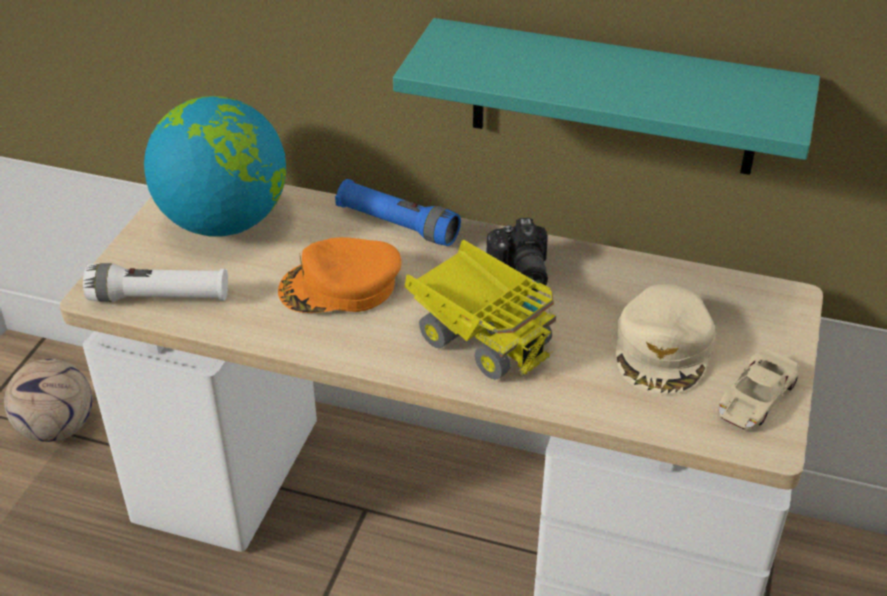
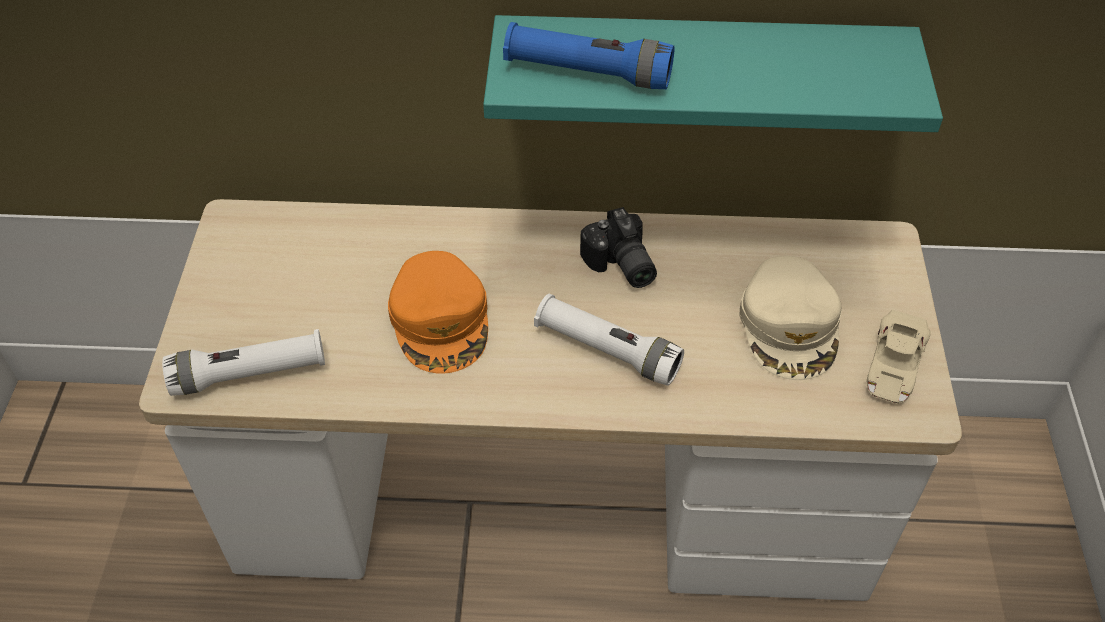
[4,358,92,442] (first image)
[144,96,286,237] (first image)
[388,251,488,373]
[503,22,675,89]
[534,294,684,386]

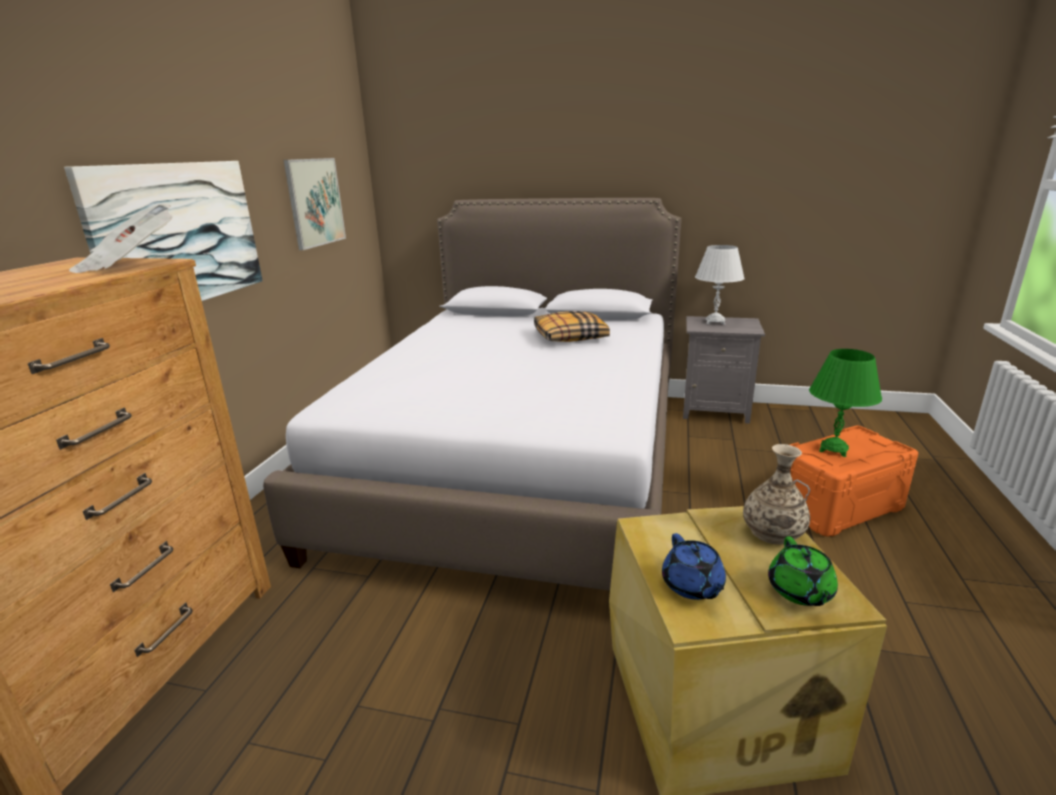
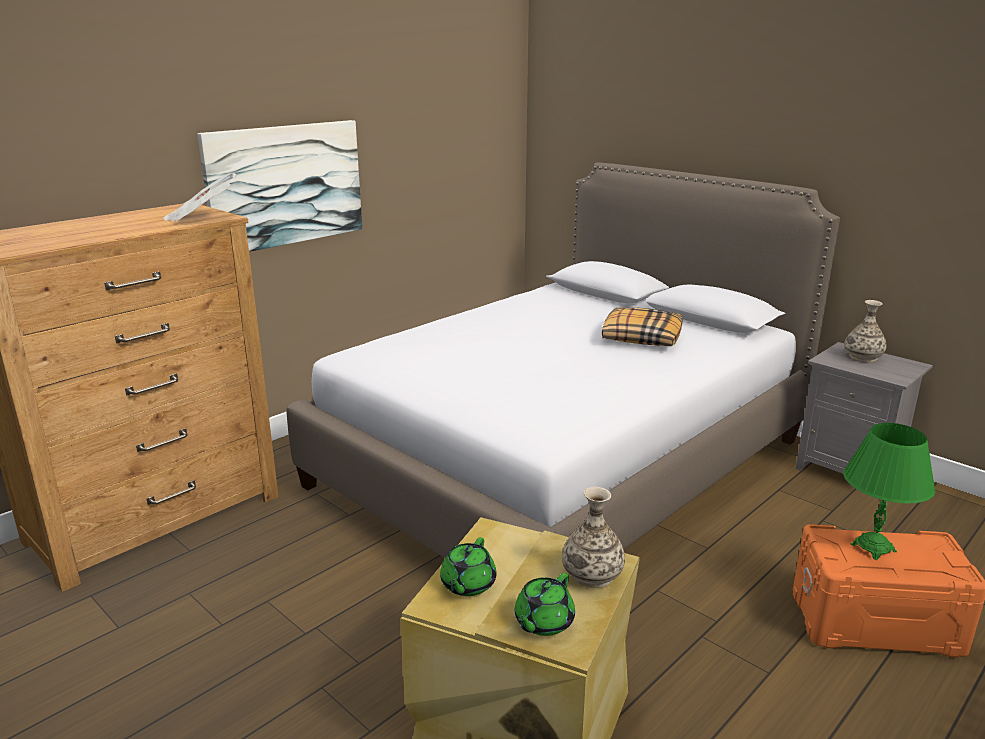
[283,158,346,250] (first image)
[440,537,496,596]
[844,300,886,362]

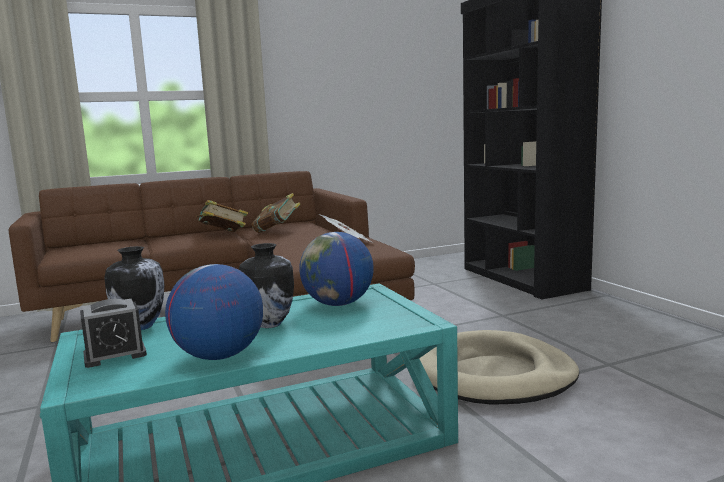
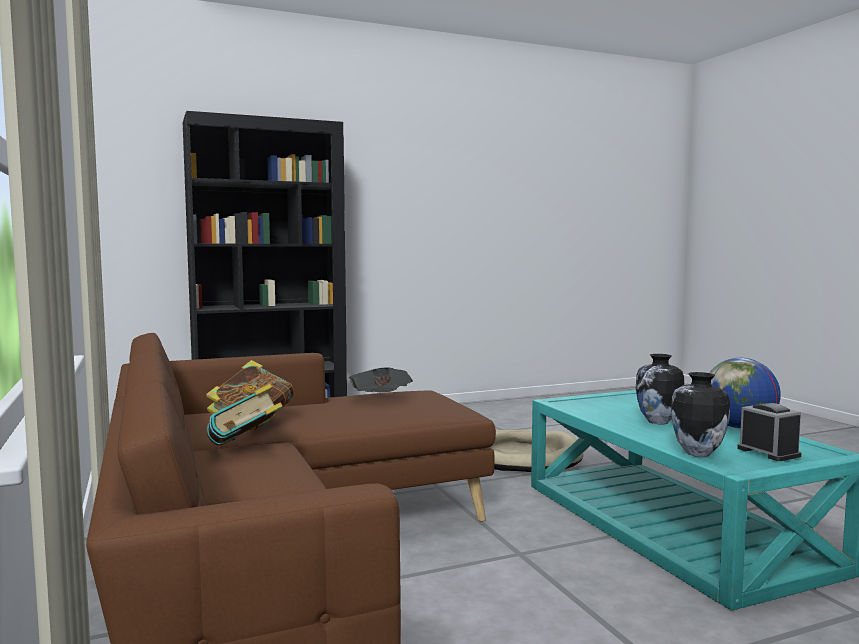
[299,232,374,306] (first image)

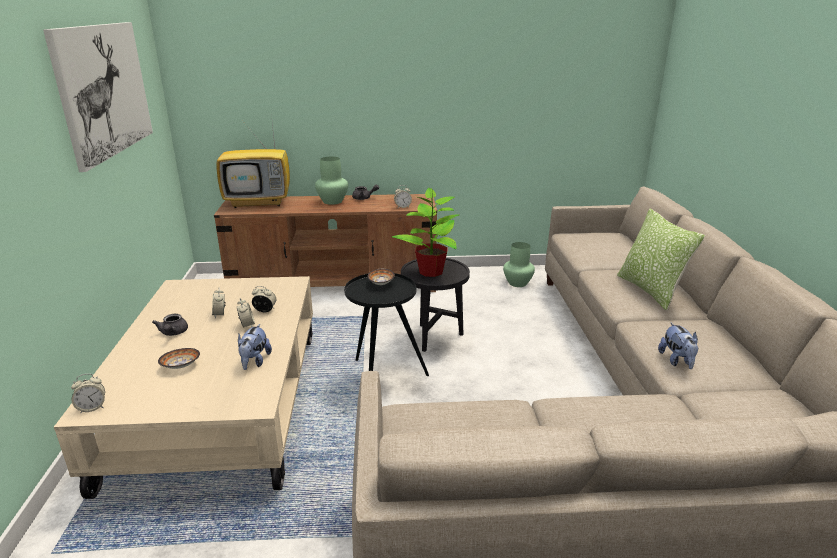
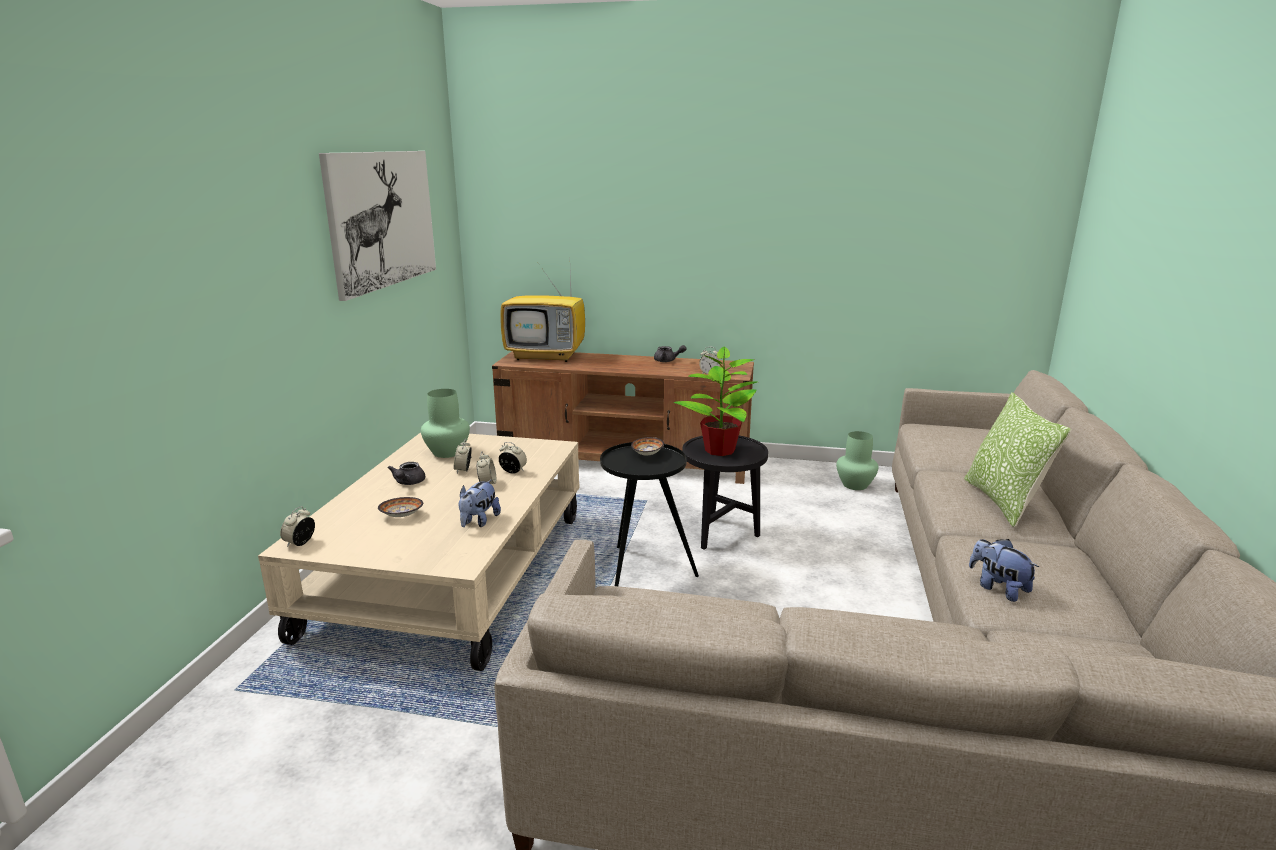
[280,506,315,547]
[421,389,470,458]
[969,539,1039,602]

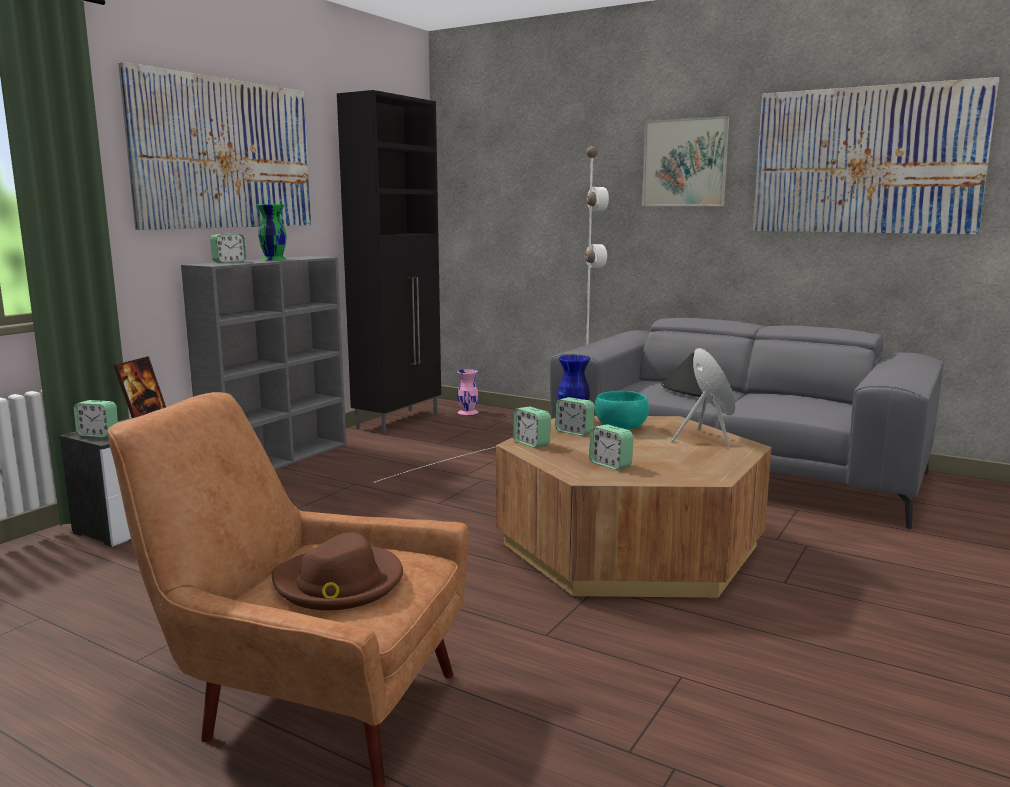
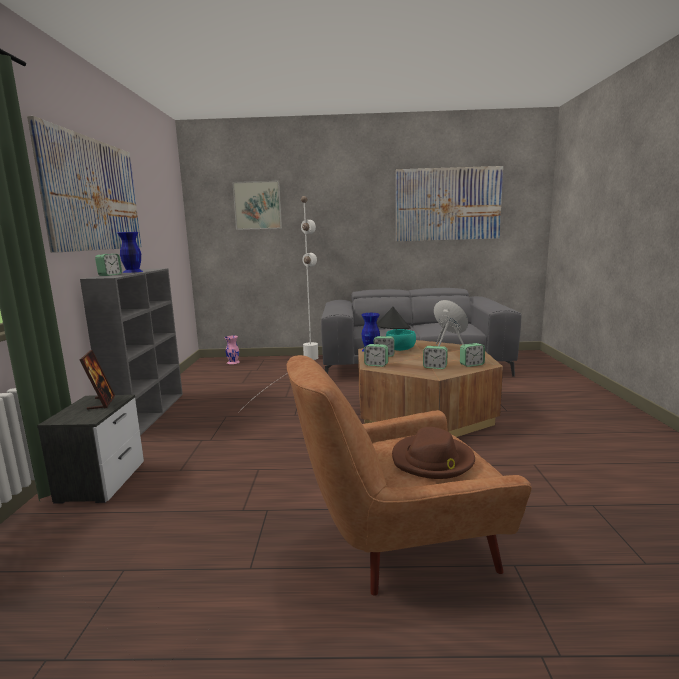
[460,343,485,367]
[117,232,143,273]
[337,90,441,434] (first image)
[232,181,282,230]

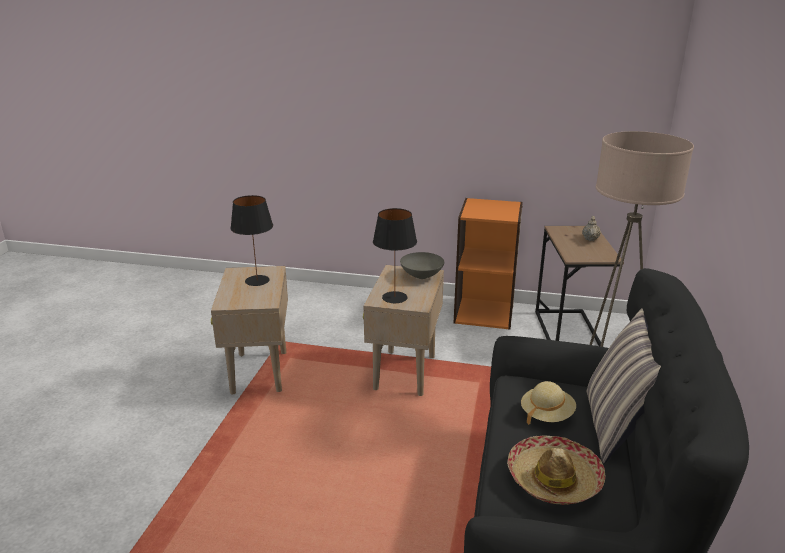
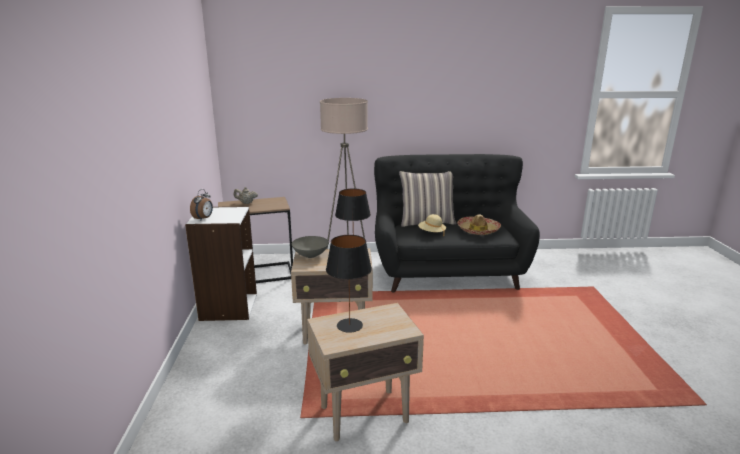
[185,206,257,321]
[190,189,213,221]

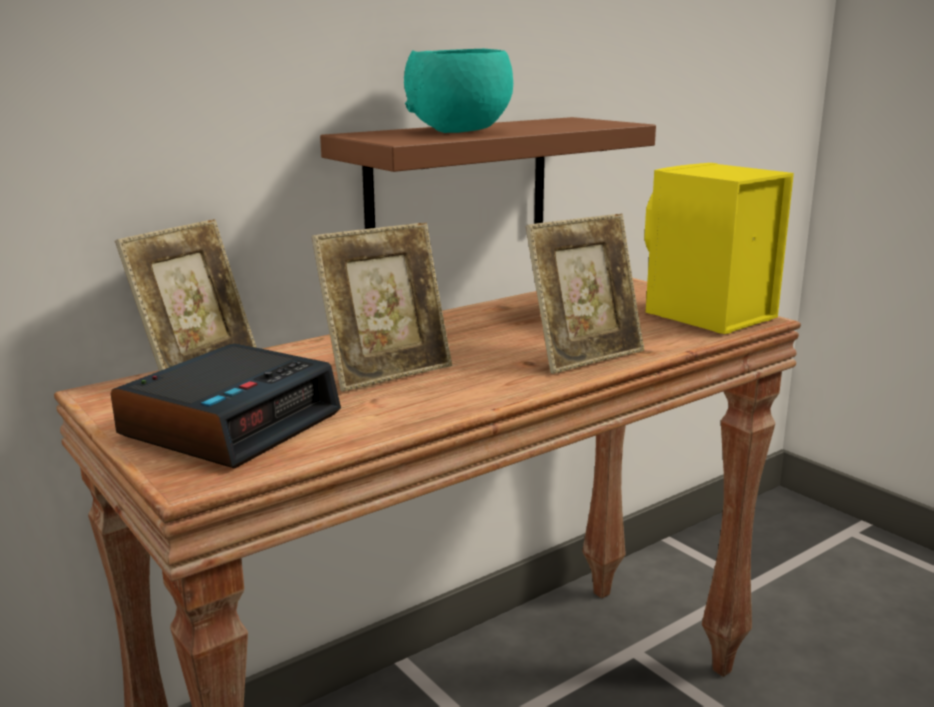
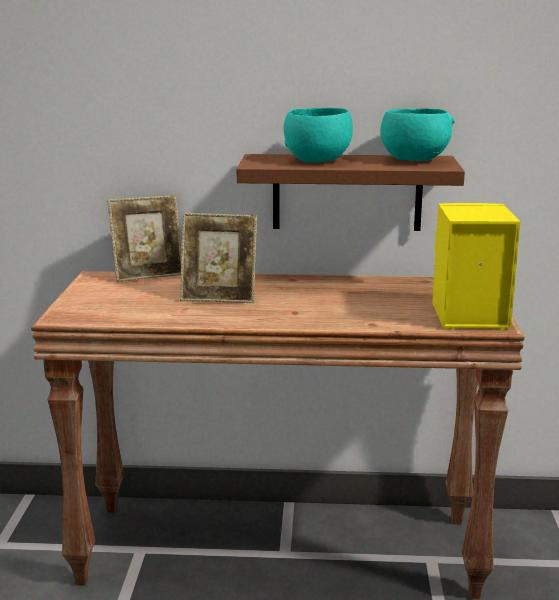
[110,343,341,469] (first image)
[526,213,644,374] (first image)
[380,108,455,161]

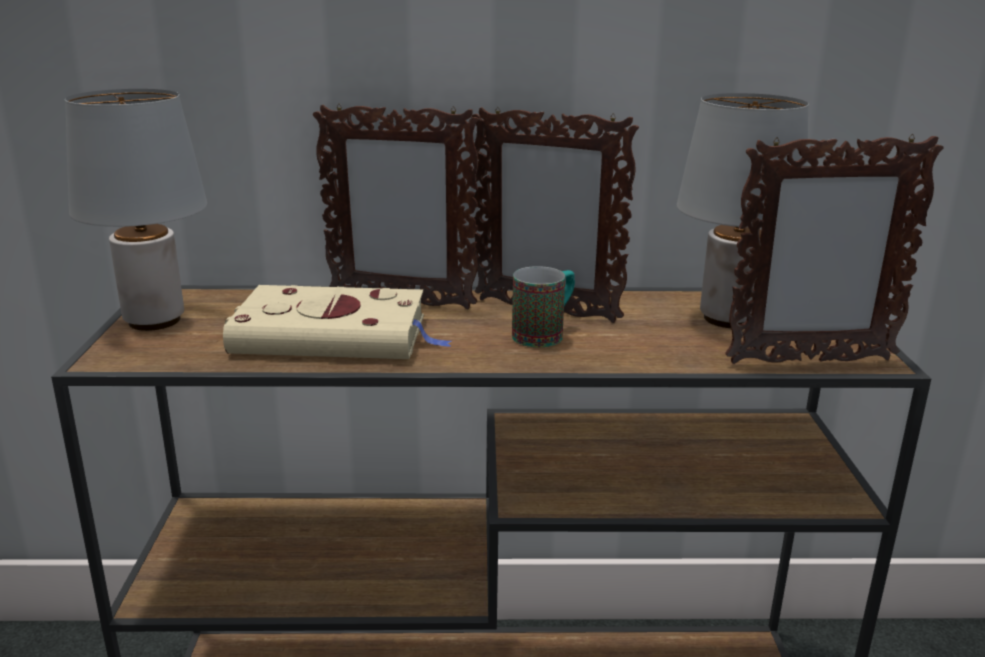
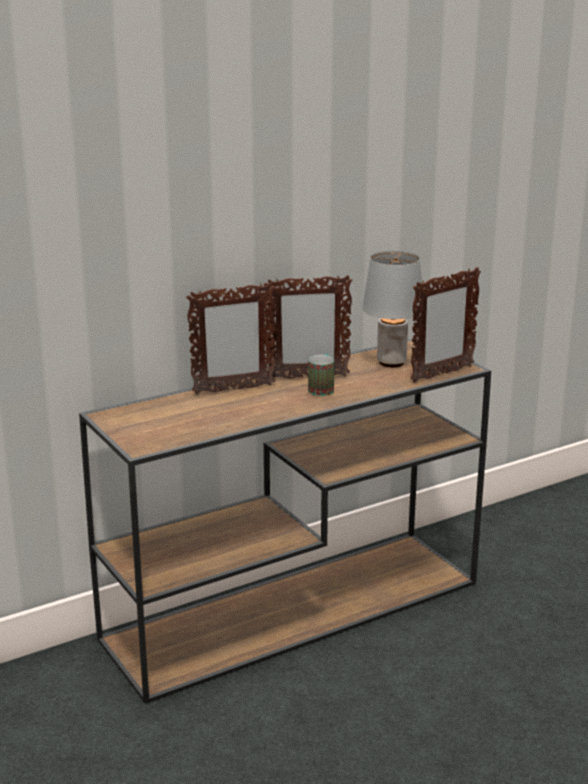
[65,89,207,331] (first image)
[223,285,452,359] (first image)

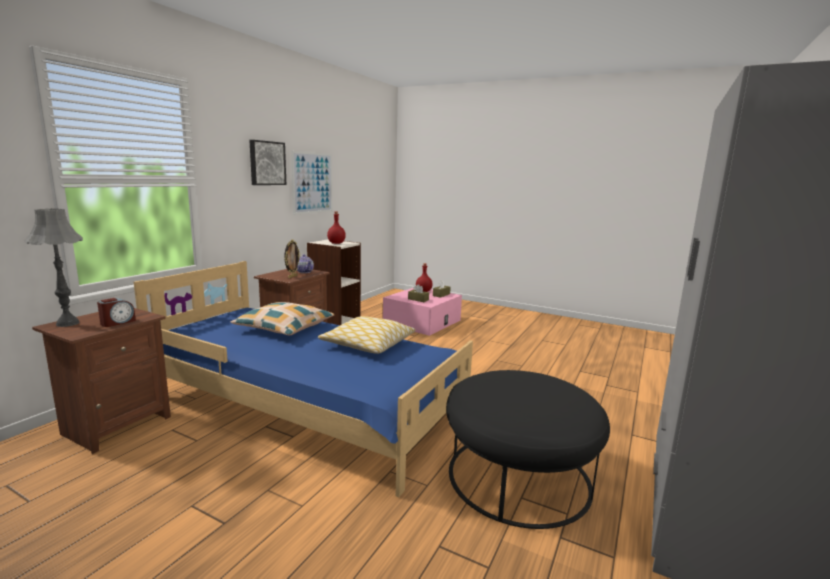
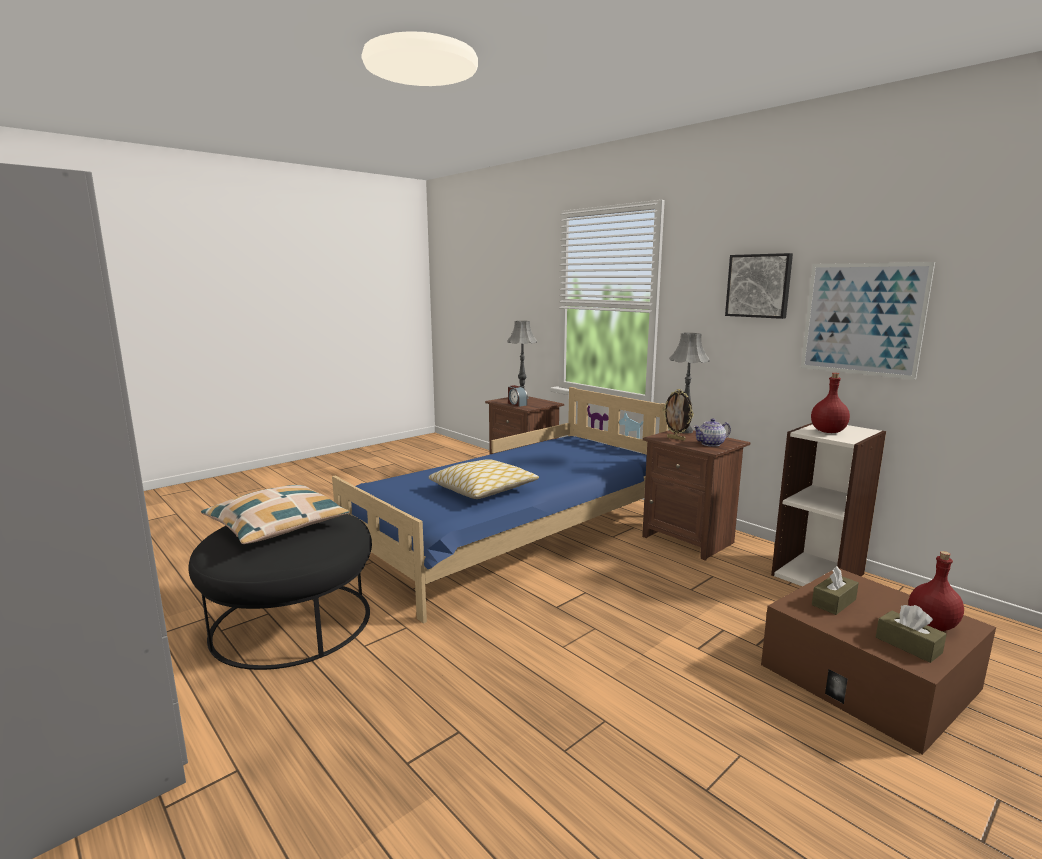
[201,485,349,544]
[761,568,996,755]
[669,333,709,434]

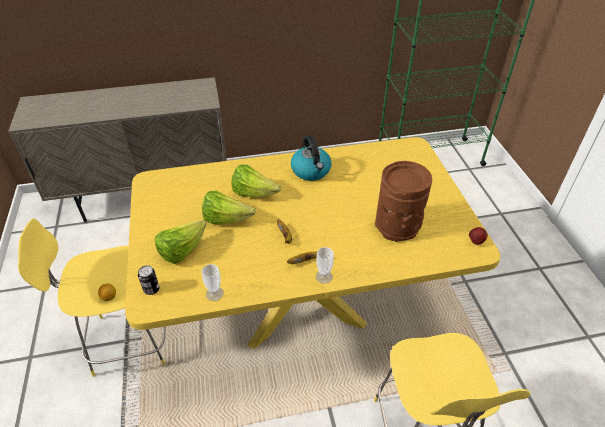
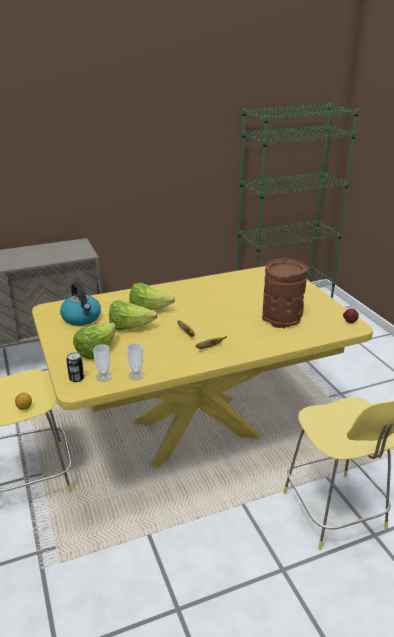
[60,282,101,326]
[93,344,112,382]

